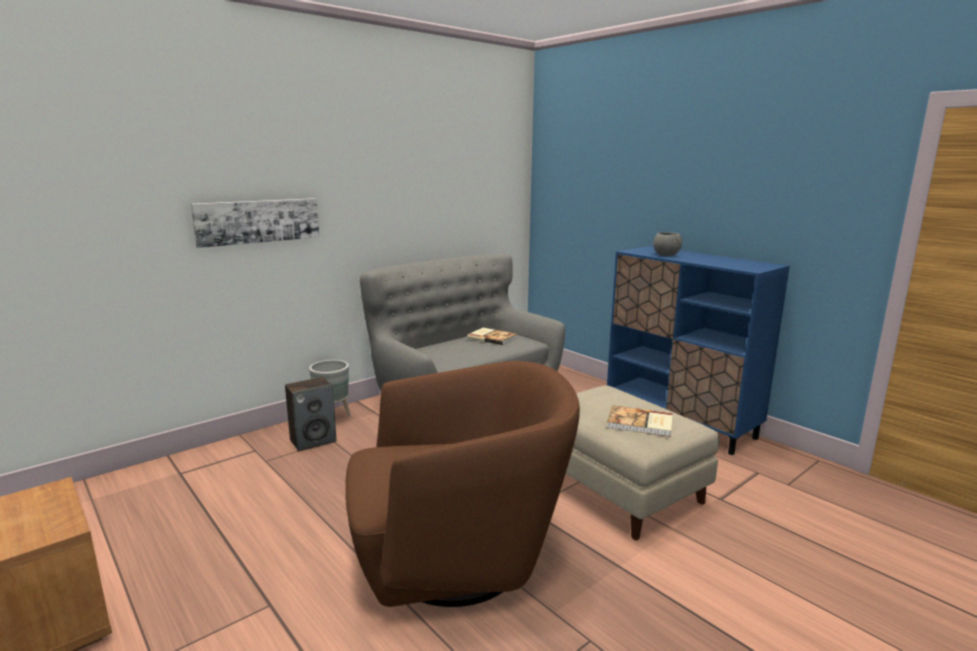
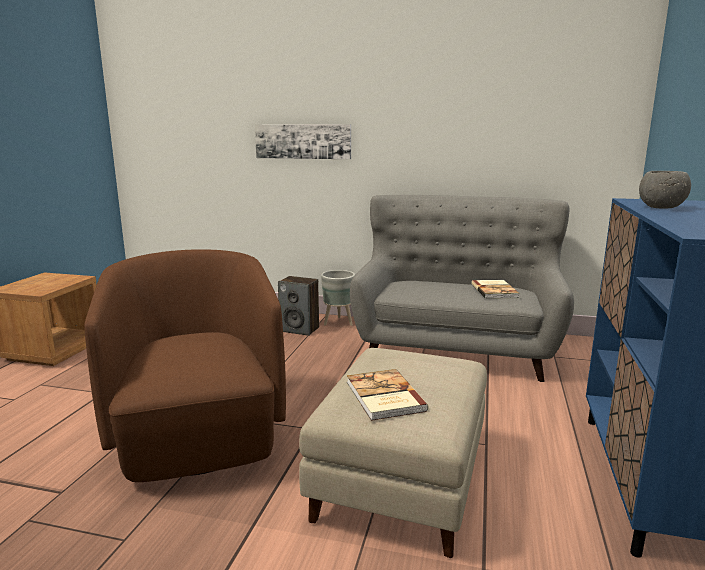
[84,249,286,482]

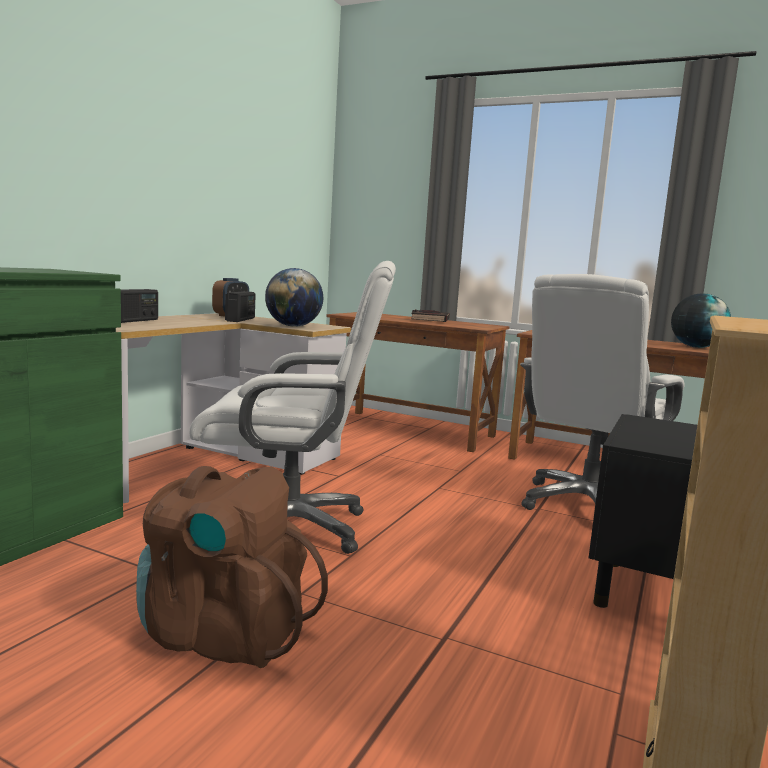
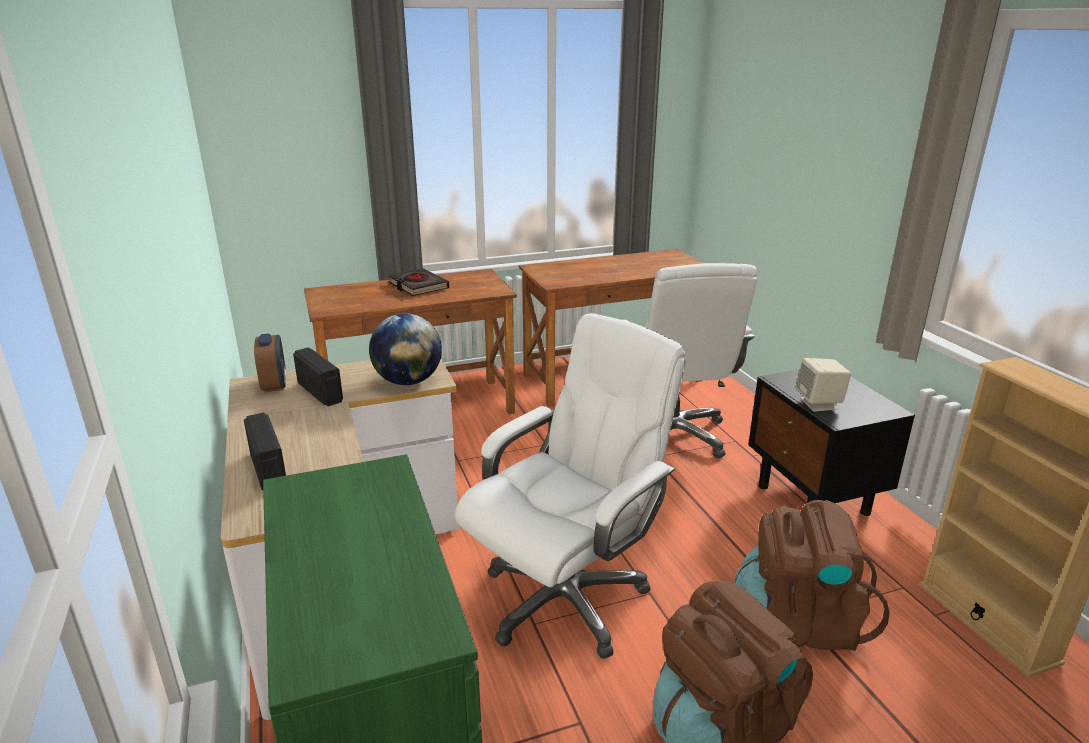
[671,293,731,348] (first image)
[734,500,890,651]
[795,358,851,412]

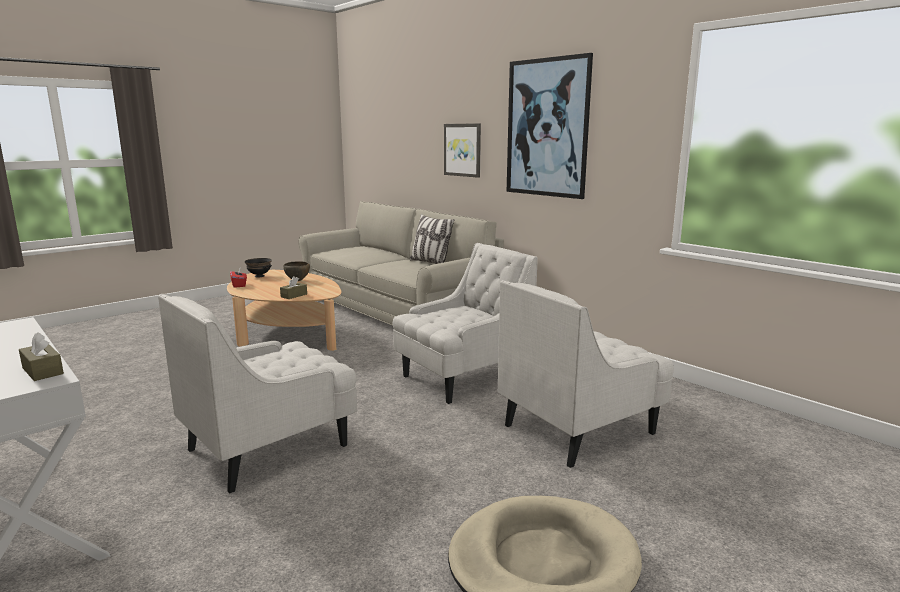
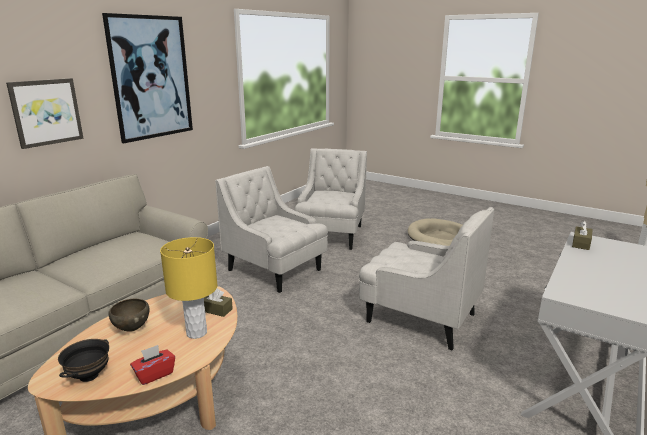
[410,214,455,264] (first image)
[294,148,367,250]
[160,237,217,339]

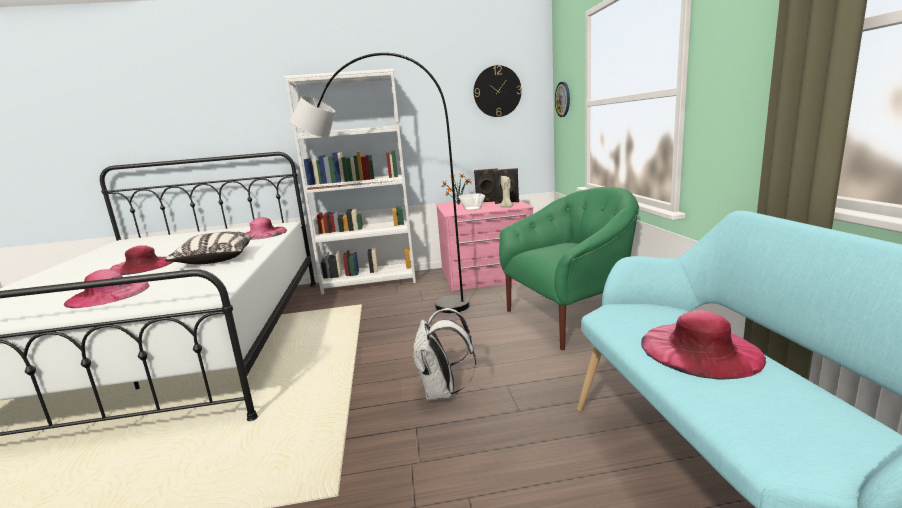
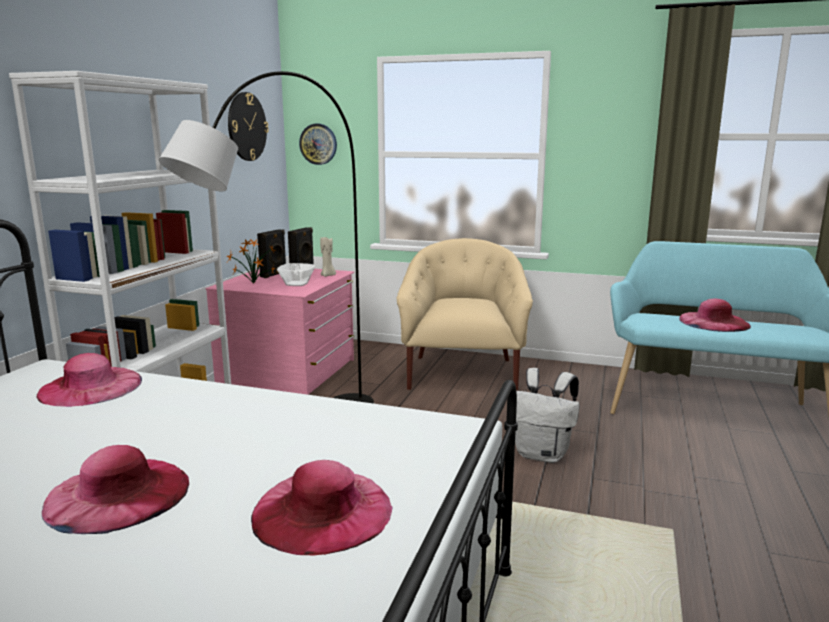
[165,231,255,264] (first image)
[396,238,533,391]

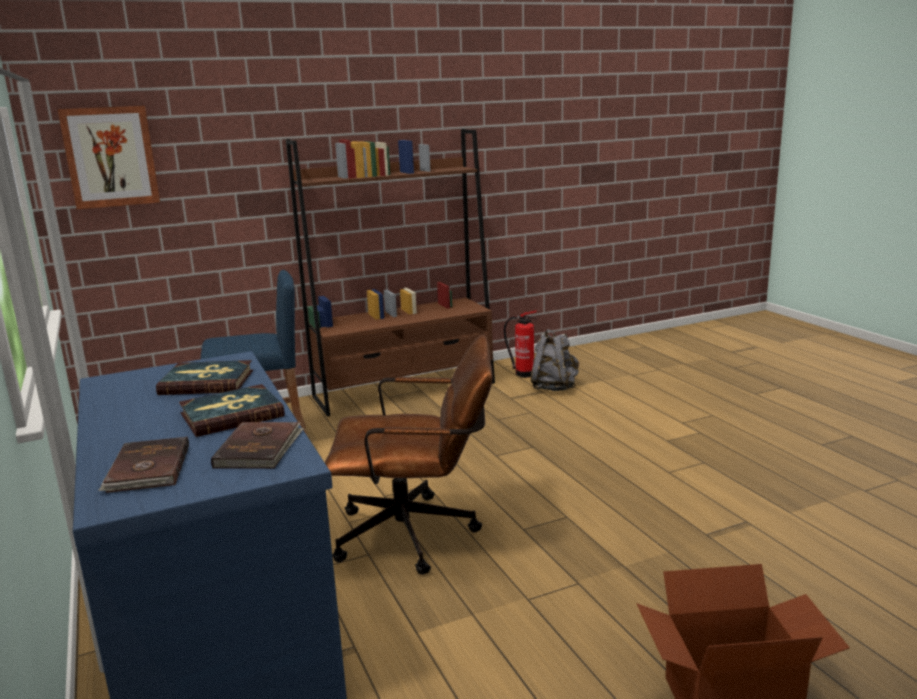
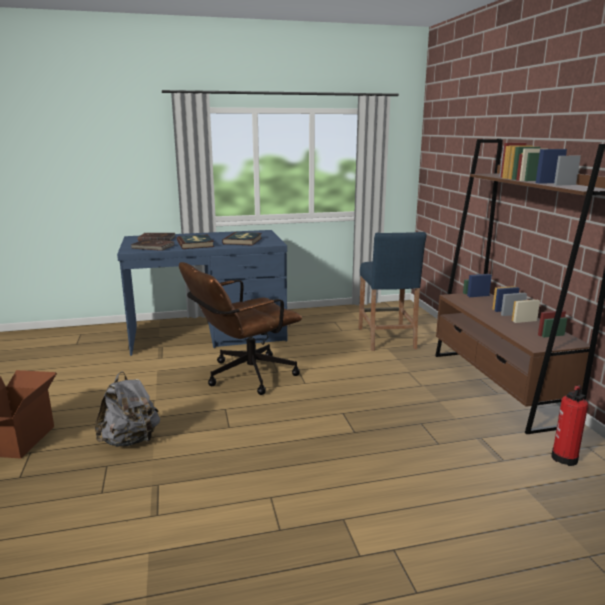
[57,106,160,209] (first image)
[179,262,302,395]
[95,372,160,447]

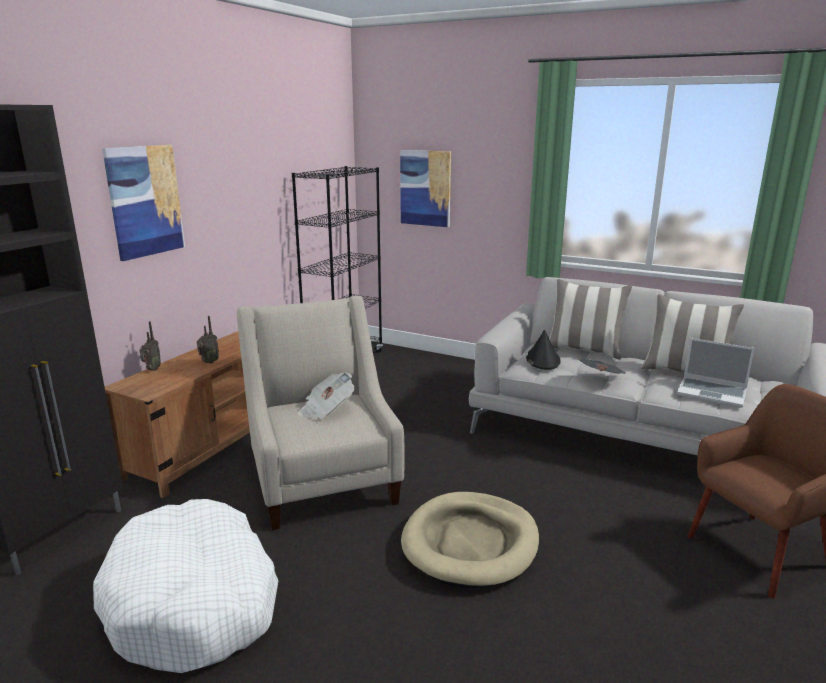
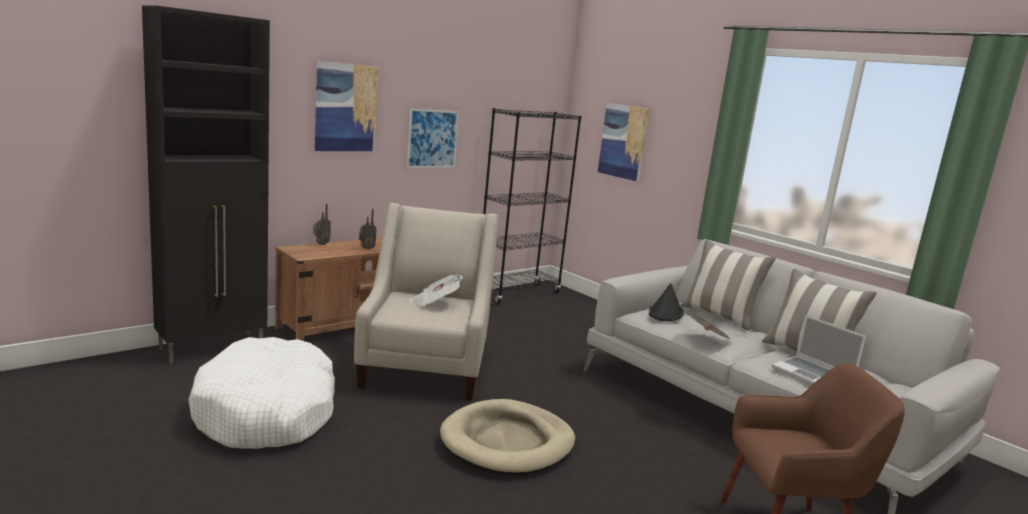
[407,109,459,168]

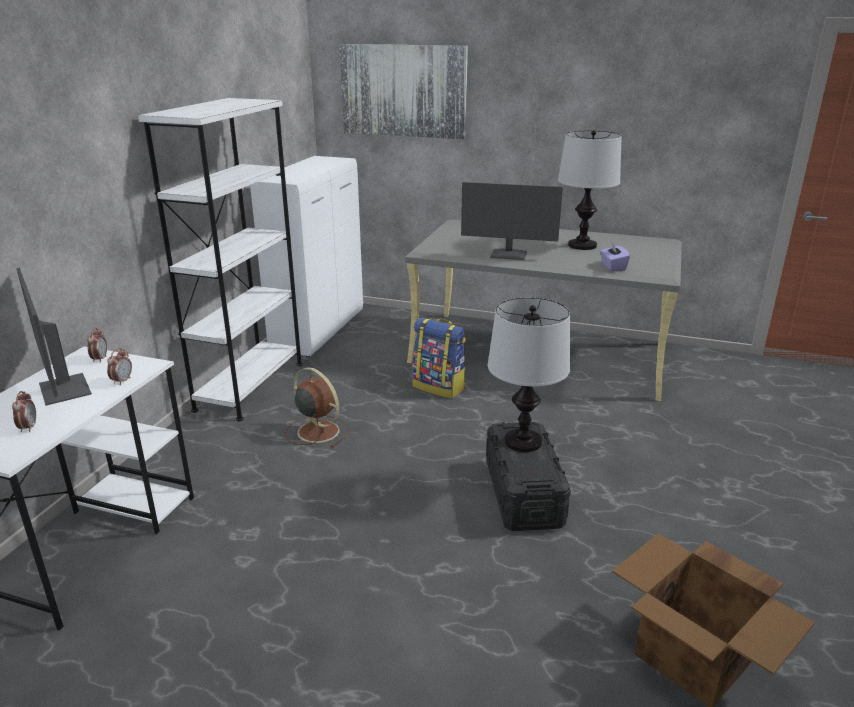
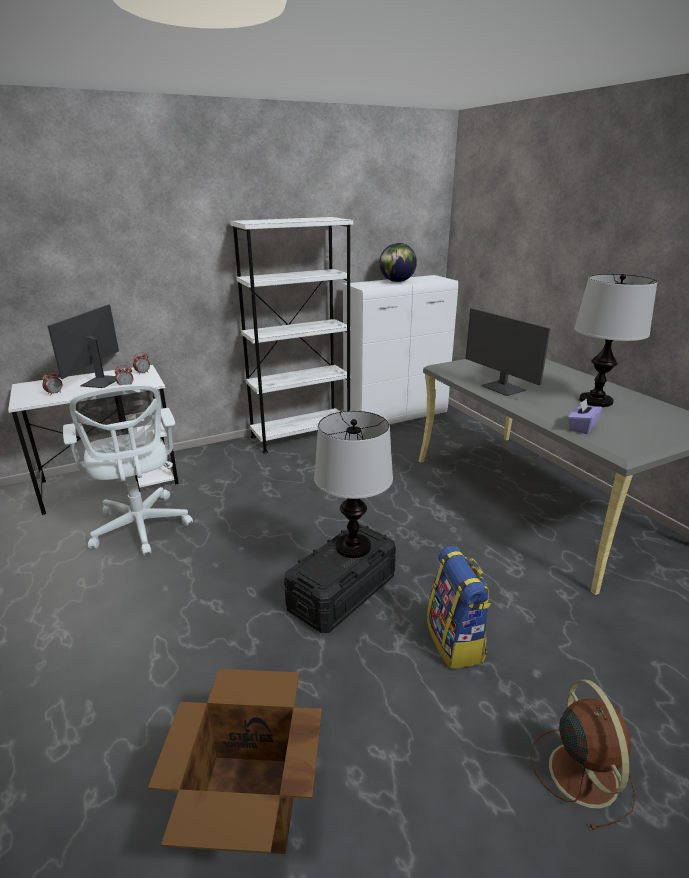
[530,679,636,830]
[339,44,468,139] (first image)
[427,546,491,669]
[63,384,193,556]
[379,243,417,282]

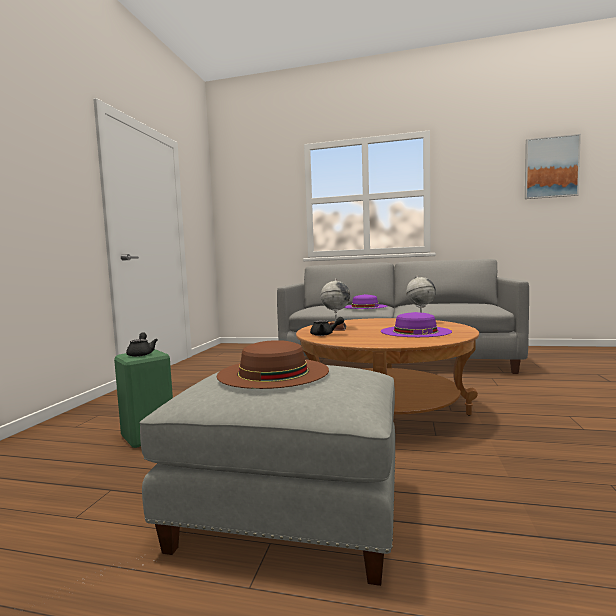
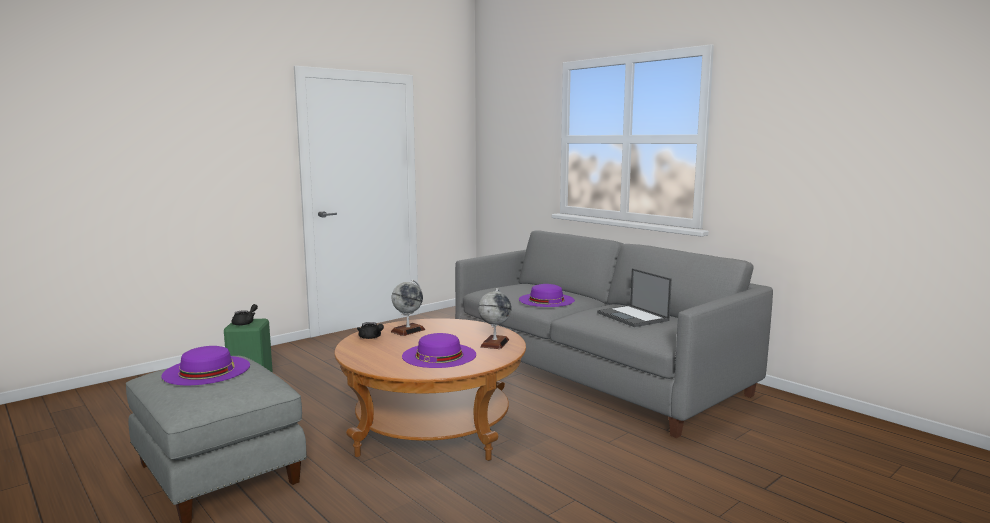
[161,346,250,385]
[525,134,581,199] (first image)
[597,268,672,327]

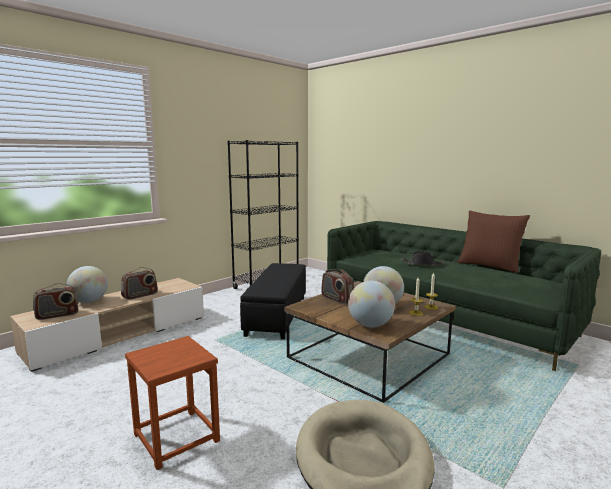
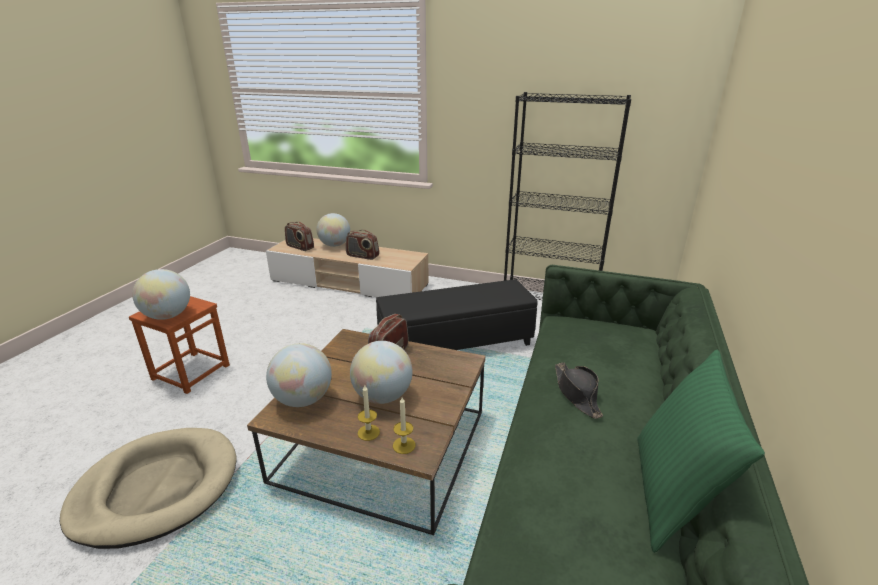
[637,350,765,553]
[132,269,190,320]

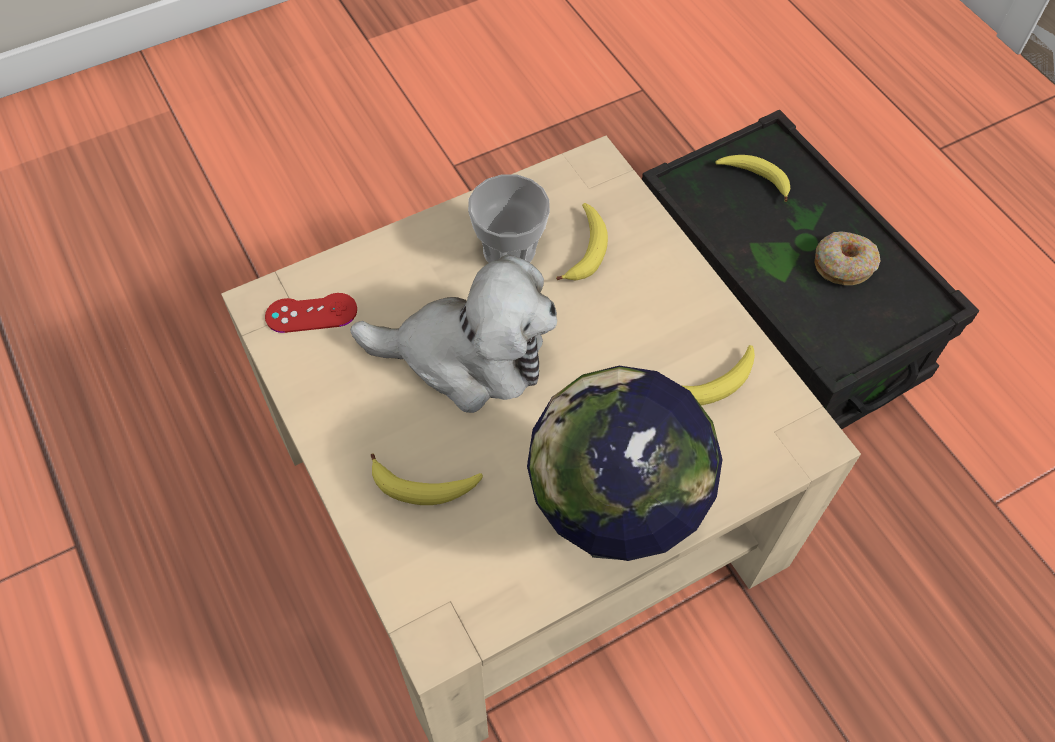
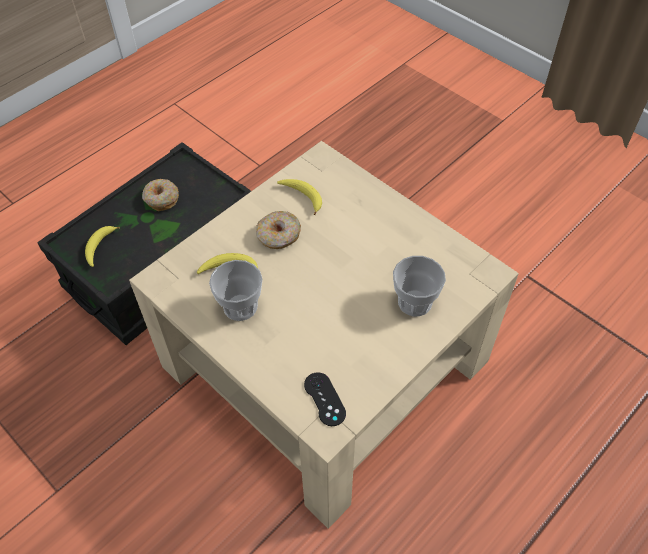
[304,372,346,426]
[350,254,557,413] (first image)
[393,256,446,316]
[527,366,722,561] (first image)
[256,211,301,249]

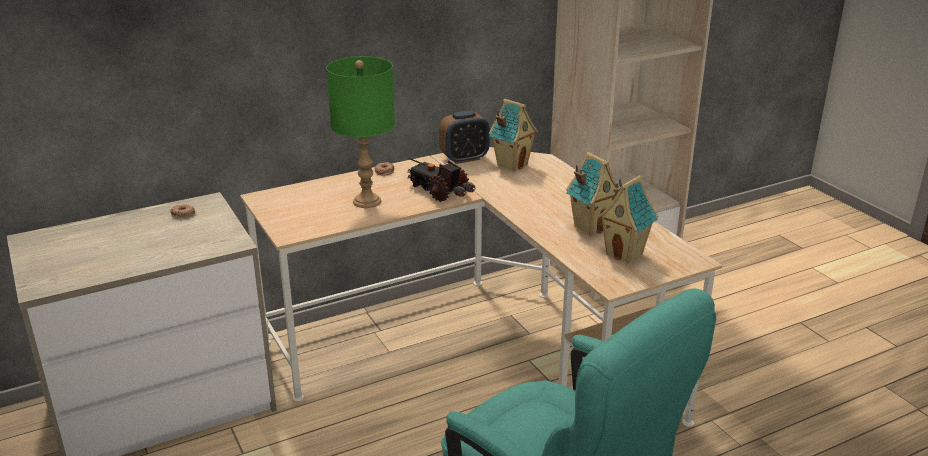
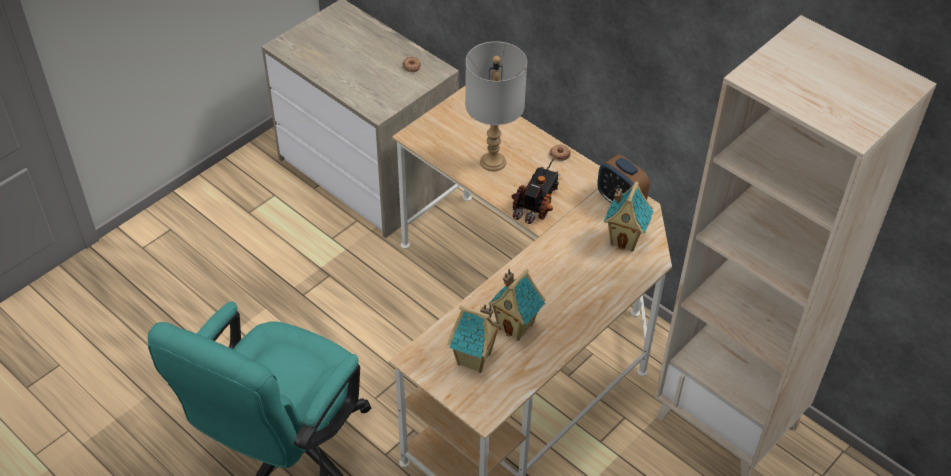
[465,41,527,171]

